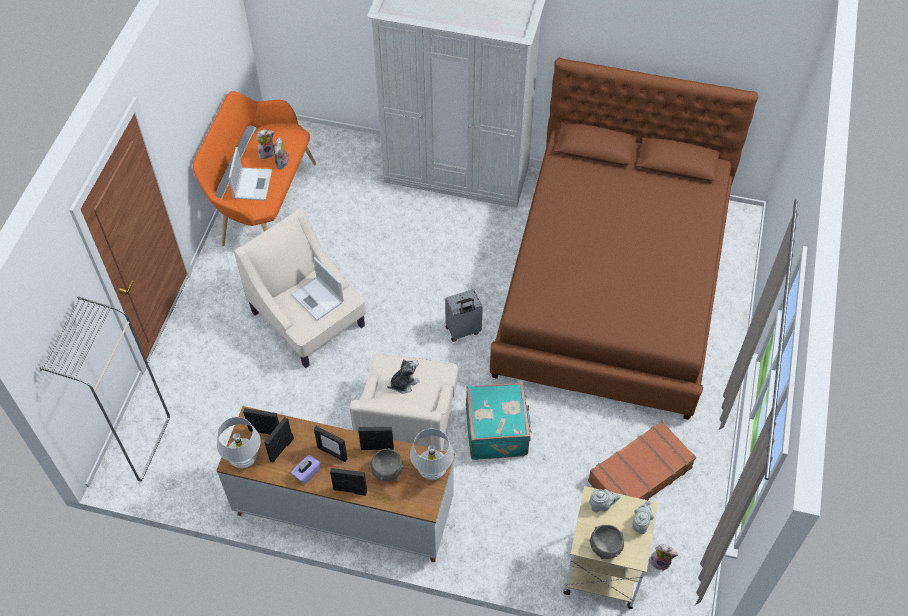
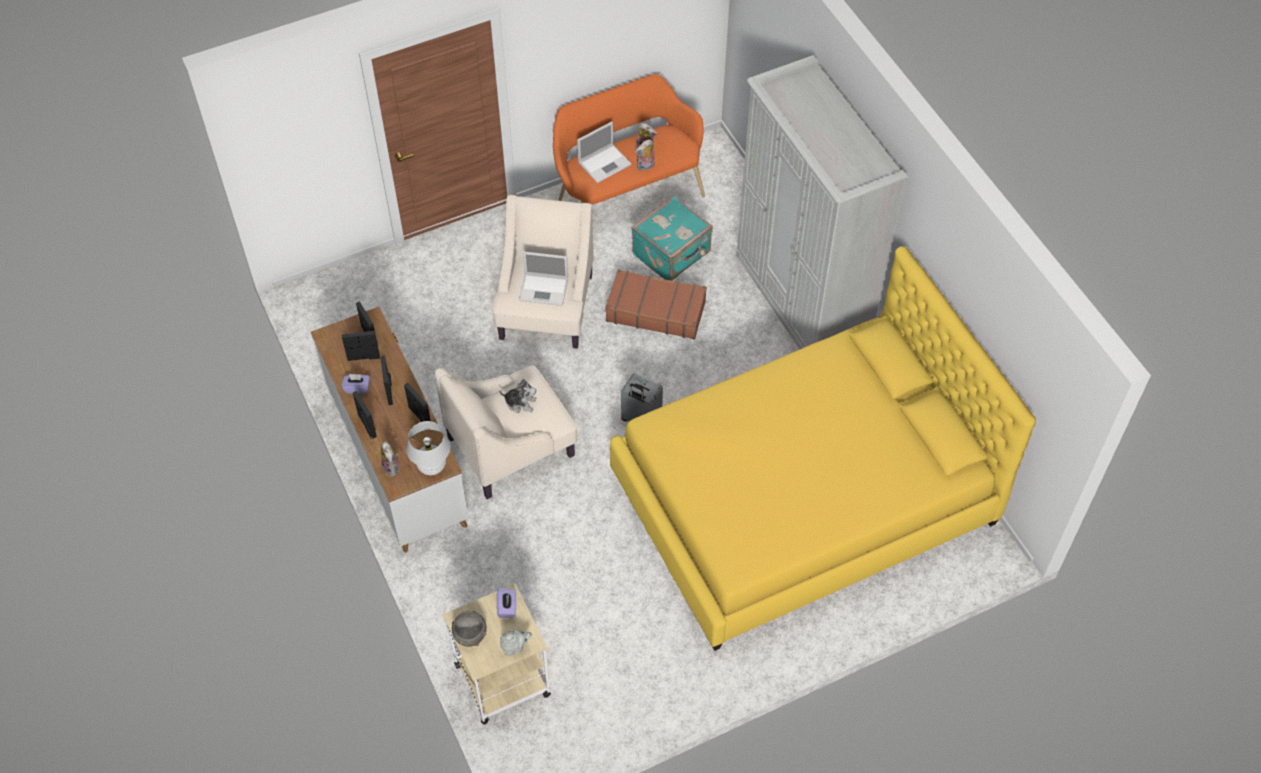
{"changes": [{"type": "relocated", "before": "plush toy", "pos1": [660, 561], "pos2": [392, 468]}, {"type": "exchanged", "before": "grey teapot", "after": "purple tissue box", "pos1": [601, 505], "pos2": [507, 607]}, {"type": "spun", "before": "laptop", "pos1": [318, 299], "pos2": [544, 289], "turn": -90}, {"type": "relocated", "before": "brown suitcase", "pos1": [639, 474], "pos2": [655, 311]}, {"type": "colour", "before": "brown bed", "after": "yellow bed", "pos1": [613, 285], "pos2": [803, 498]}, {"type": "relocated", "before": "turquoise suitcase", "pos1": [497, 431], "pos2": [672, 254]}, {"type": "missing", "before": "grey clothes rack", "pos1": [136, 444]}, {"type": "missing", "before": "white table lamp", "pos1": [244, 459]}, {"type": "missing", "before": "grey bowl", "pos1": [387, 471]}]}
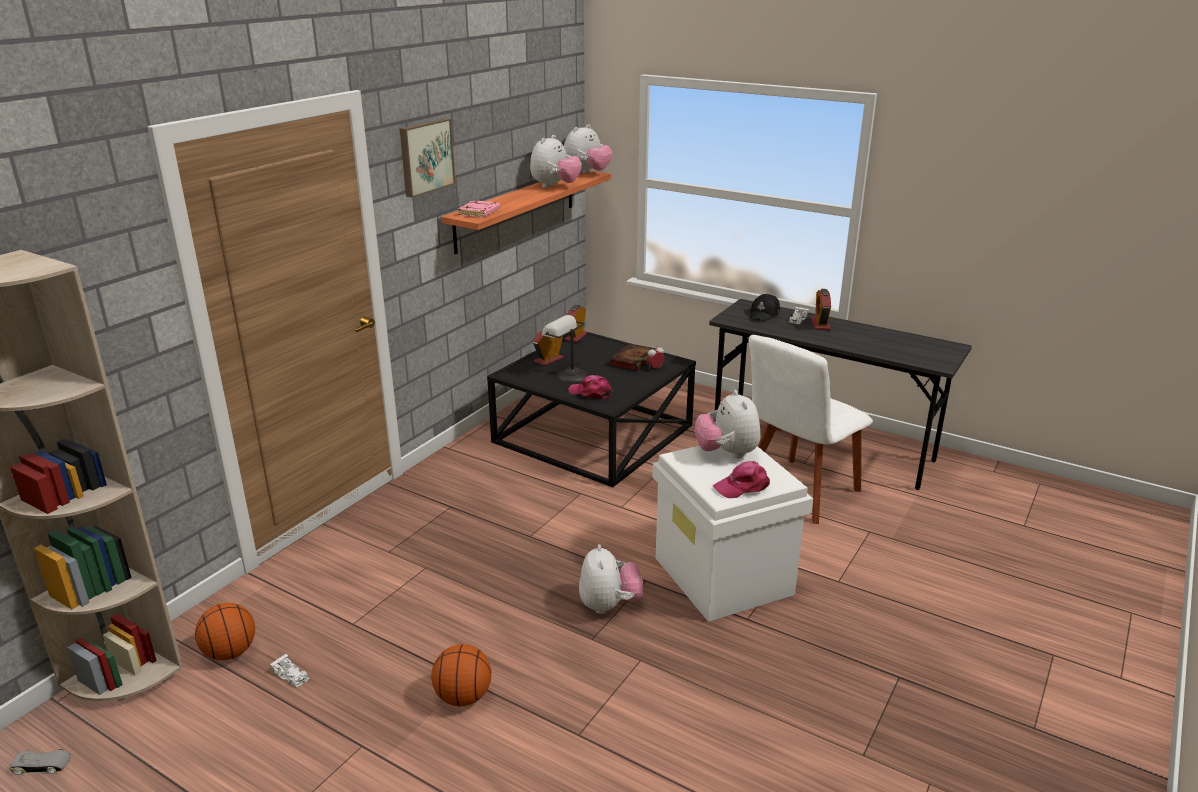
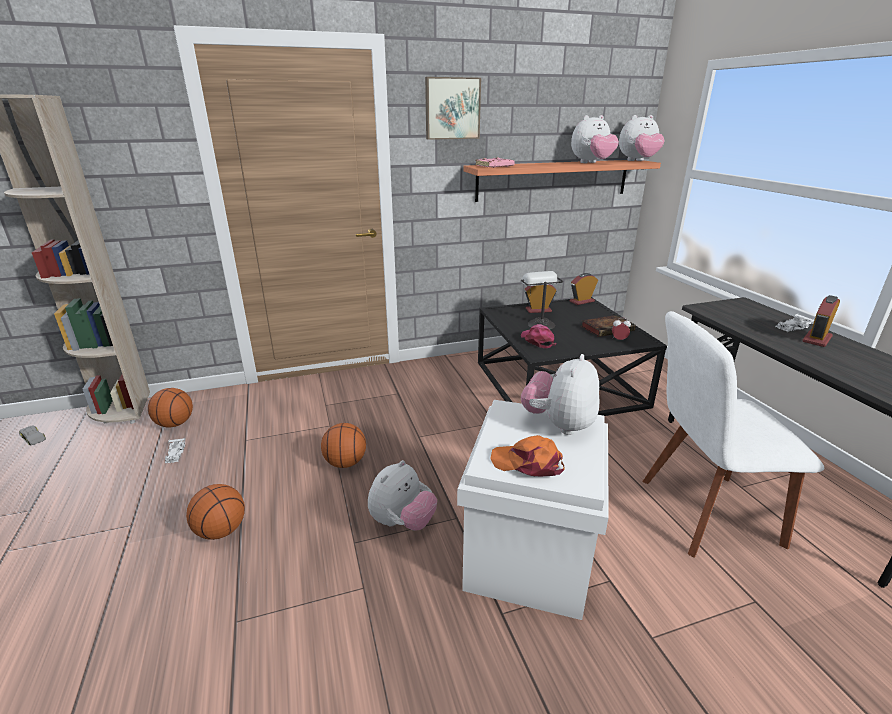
{"changes": [{"type": "appeared", "after": "basketball", "pos2": [345, 463]}, {"type": "colour", "before": "pink cap", "after": "orange cap", "pos1": [743, 486], "pos2": [528, 463]}, {"type": "missing", "before": "black cap", "pos1": [764, 314]}]}
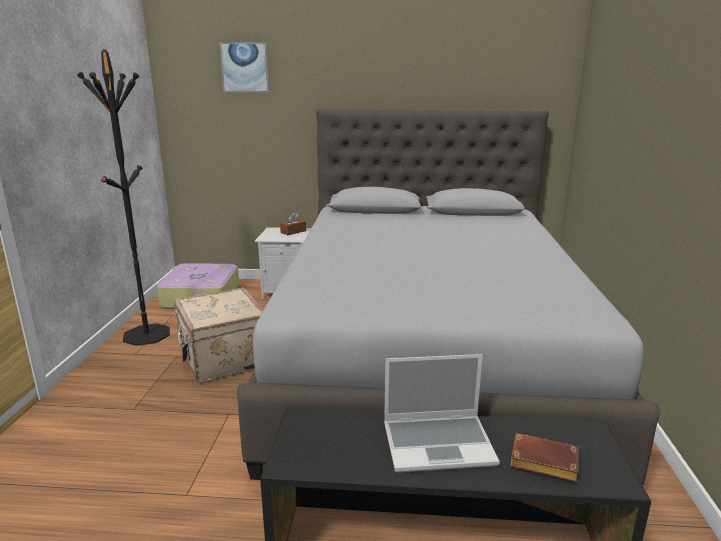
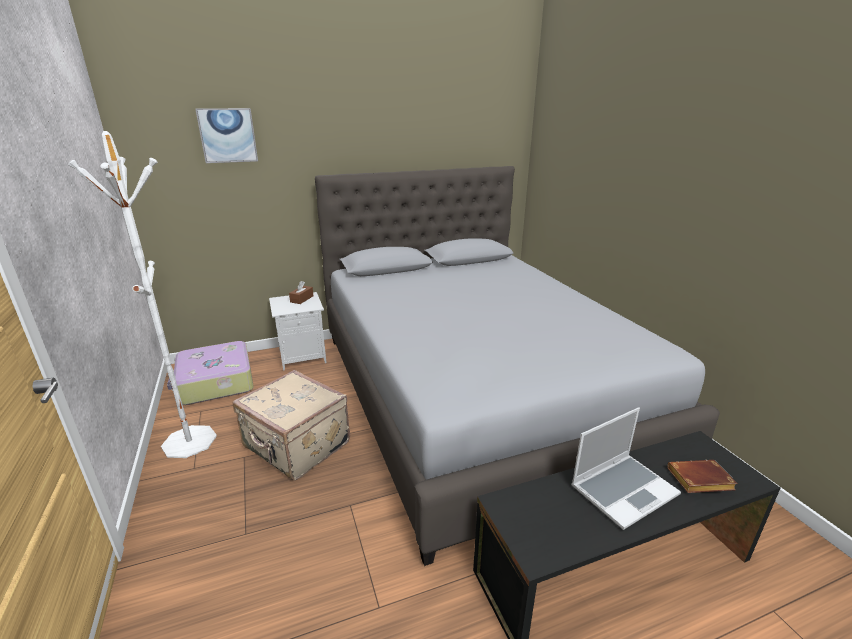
{"changes": [{"type": "colour", "before": "black clothes rack", "after": "white clothes rack", "pos1": [146, 334], "pos2": [189, 441]}]}
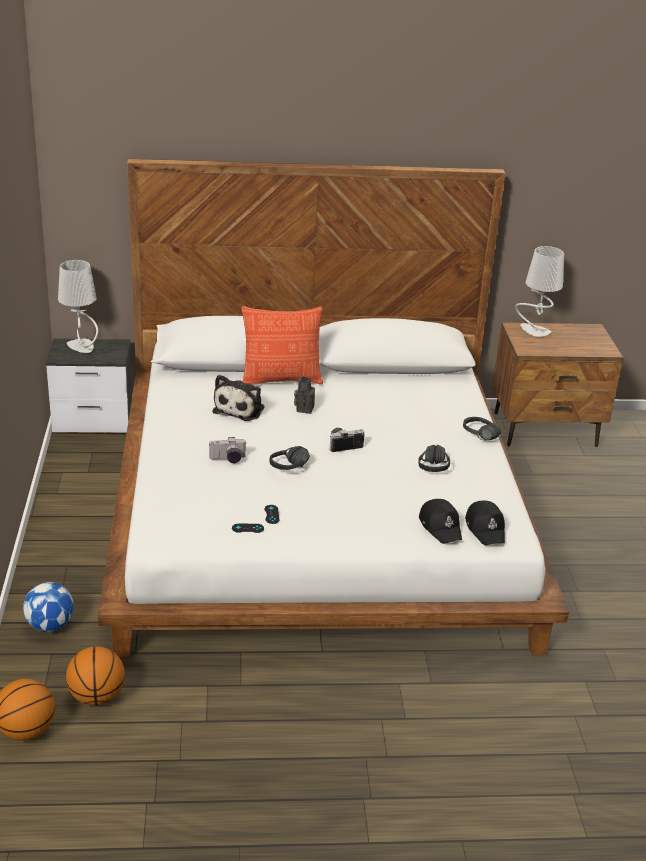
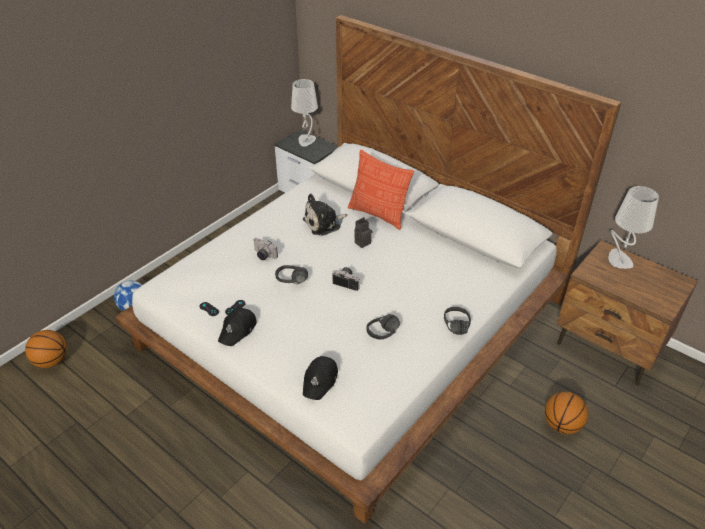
{"changes": [{"type": "relocated", "before": "black cap", "pos1": [485, 528], "pos2": [238, 330]}, {"type": "relocated", "before": "basketball", "pos1": [97, 696], "pos2": [562, 425]}]}
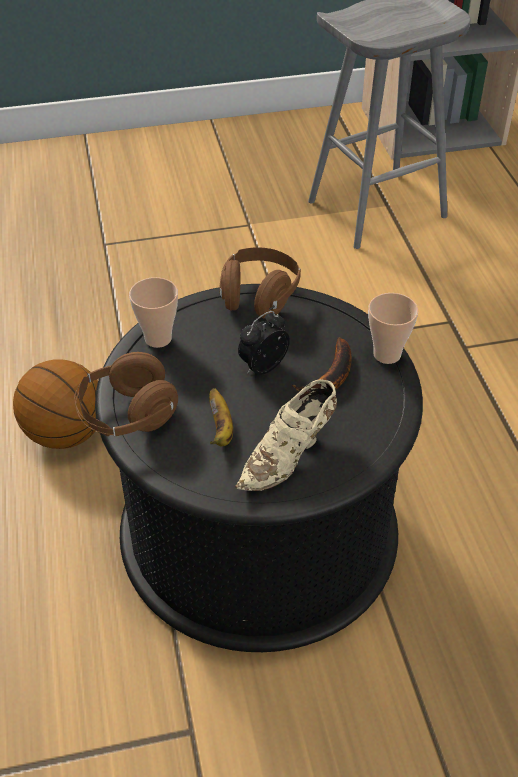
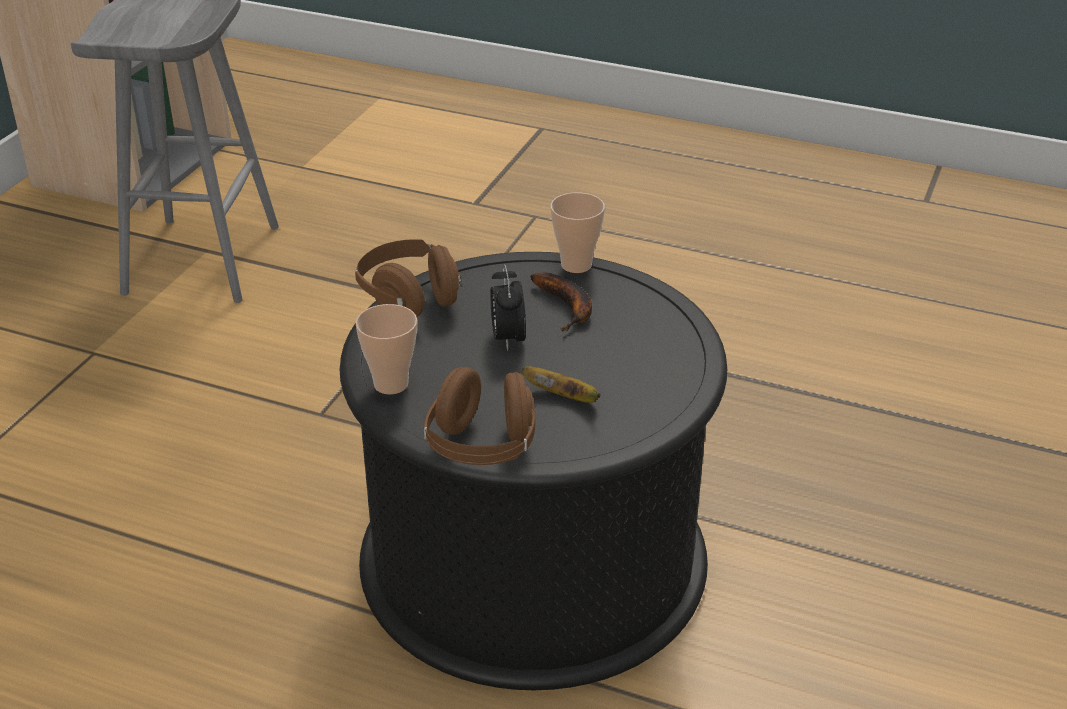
{"changes": [{"type": "missing", "before": "basketball", "pos1": [65, 433]}, {"type": "missing", "before": "beige shoe", "pos1": [290, 455]}]}
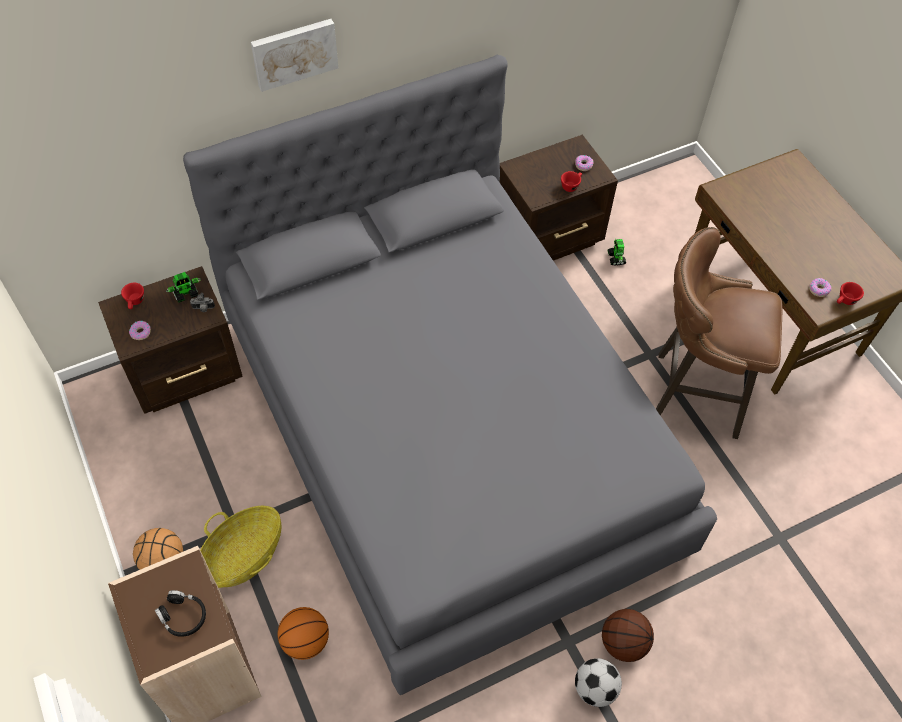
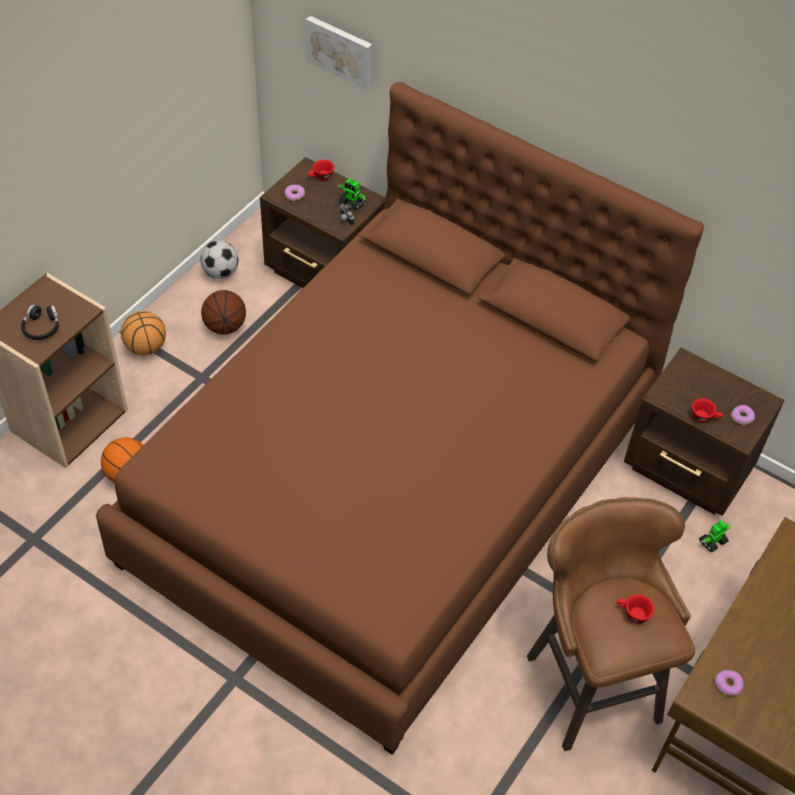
{"changes": [{"type": "colour", "before": "grey bed", "after": "brown bed", "pos1": [448, 432], "pos2": [394, 485]}, {"type": "relocated", "before": "football", "pos1": [595, 689], "pos2": [220, 273]}, {"type": "relocated", "before": "basketball", "pos1": [622, 643], "pos2": [225, 326]}, {"type": "relocated", "before": "picture", "pos1": [294, 52], "pos2": [341, 51]}, {"type": "relocated", "before": "red cup", "pos1": [845, 301], "pos2": [632, 614]}, {"type": "missing", "before": "basket", "pos1": [243, 556]}]}
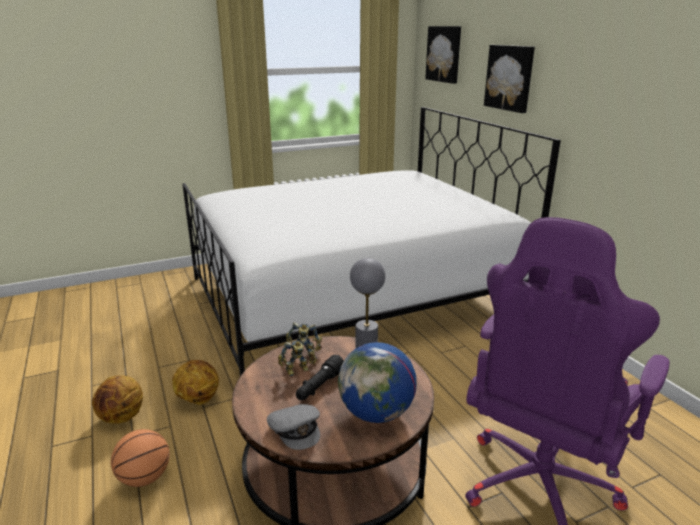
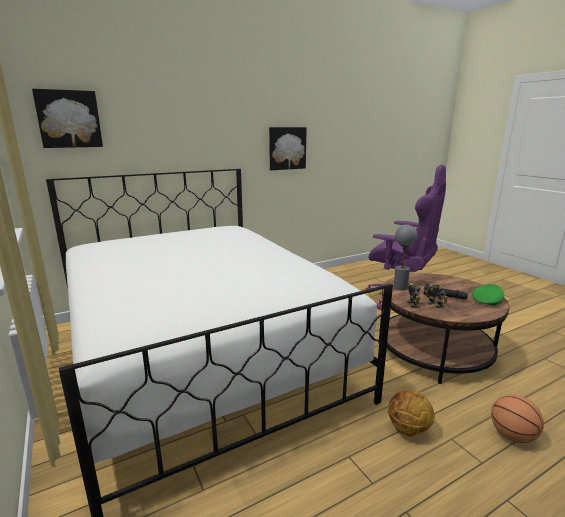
{"changes": [{"type": "relocated", "before": "picture", "pos1": [510, 78], "pos2": [287, 148]}, {"type": "colour", "before": "grey cap", "after": "green cap", "pos1": [295, 429], "pos2": [487, 301]}, {"type": "missing", "before": "basketball", "pos1": [122, 417]}, {"type": "missing", "before": "globe", "pos1": [376, 413]}]}
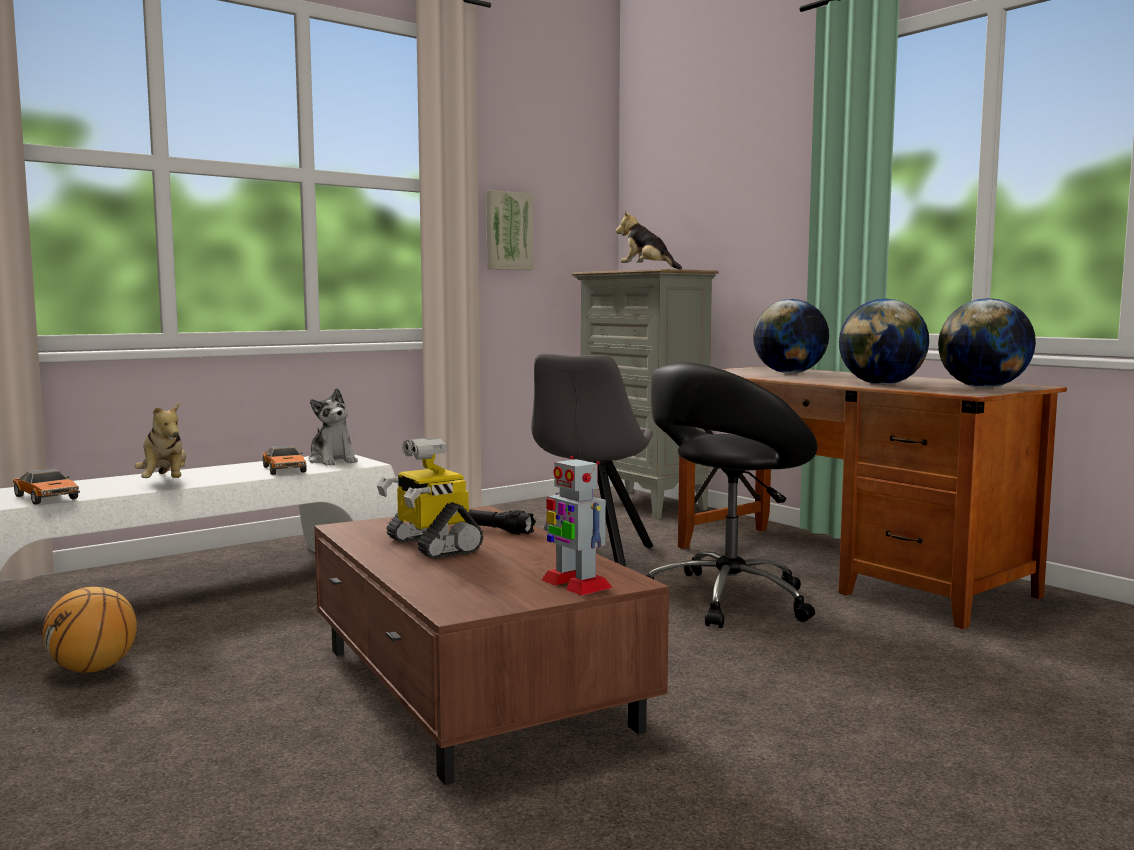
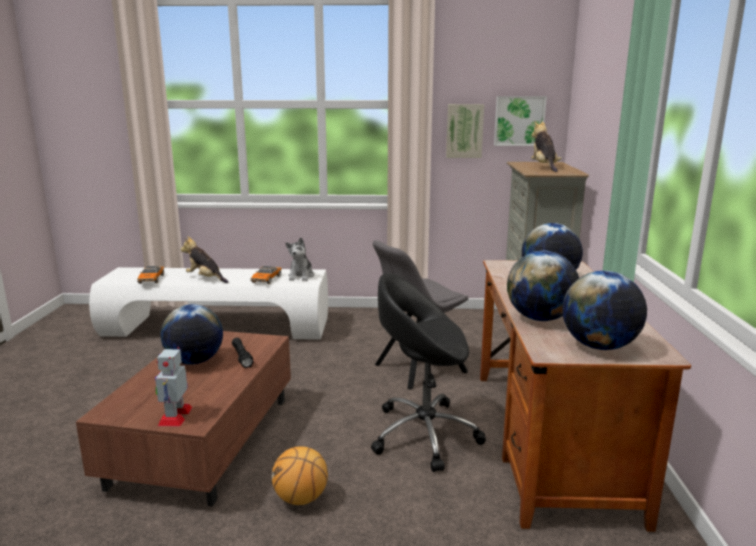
{"changes": [{"type": "exchanged", "before": "toy robot", "after": "globe", "pos1": [431, 545], "pos2": [194, 361]}, {"type": "spun", "before": "plush toy", "pos1": [165, 483], "pos2": [205, 278], "turn": 105}, {"type": "relocated", "before": "basketball", "pos1": [93, 669], "pos2": [301, 498]}, {"type": "appeared", "after": "picture", "pos2": [519, 121]}]}
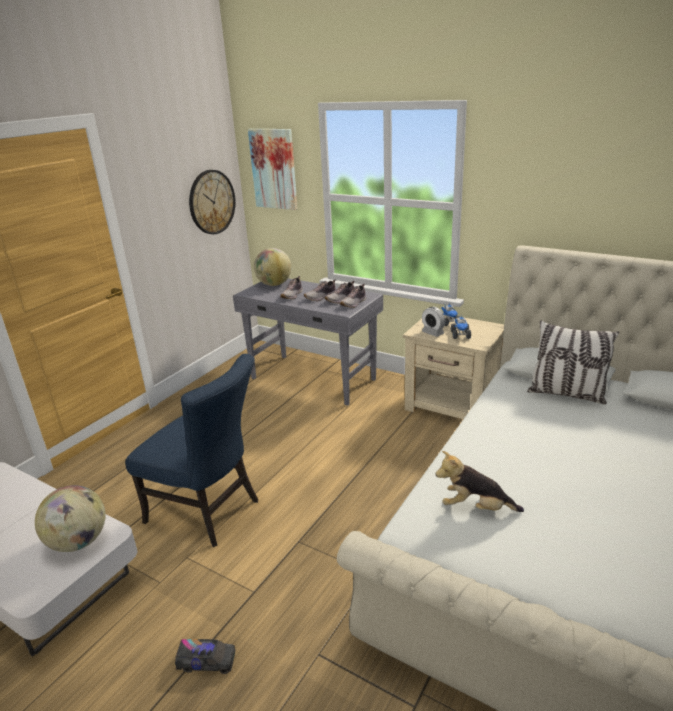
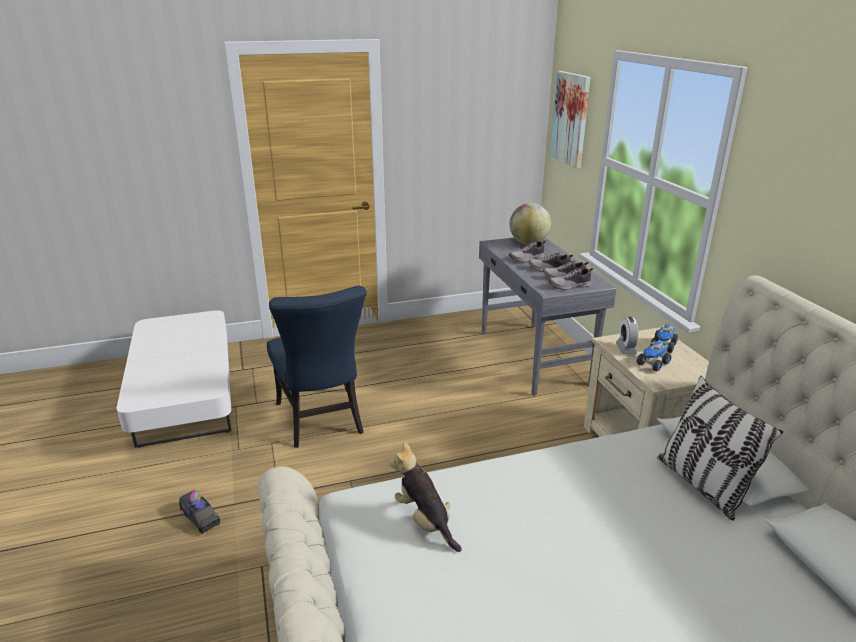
{"changes": [{"type": "missing", "before": "globe", "pos1": [79, 541]}, {"type": "missing", "before": "wall clock", "pos1": [212, 202]}]}
